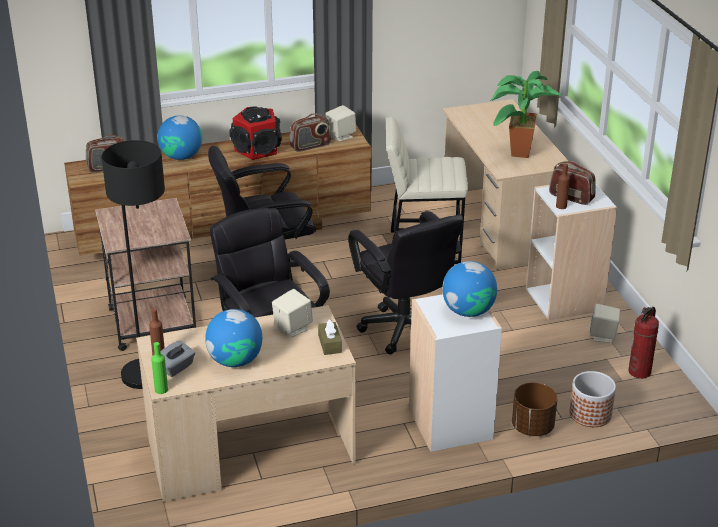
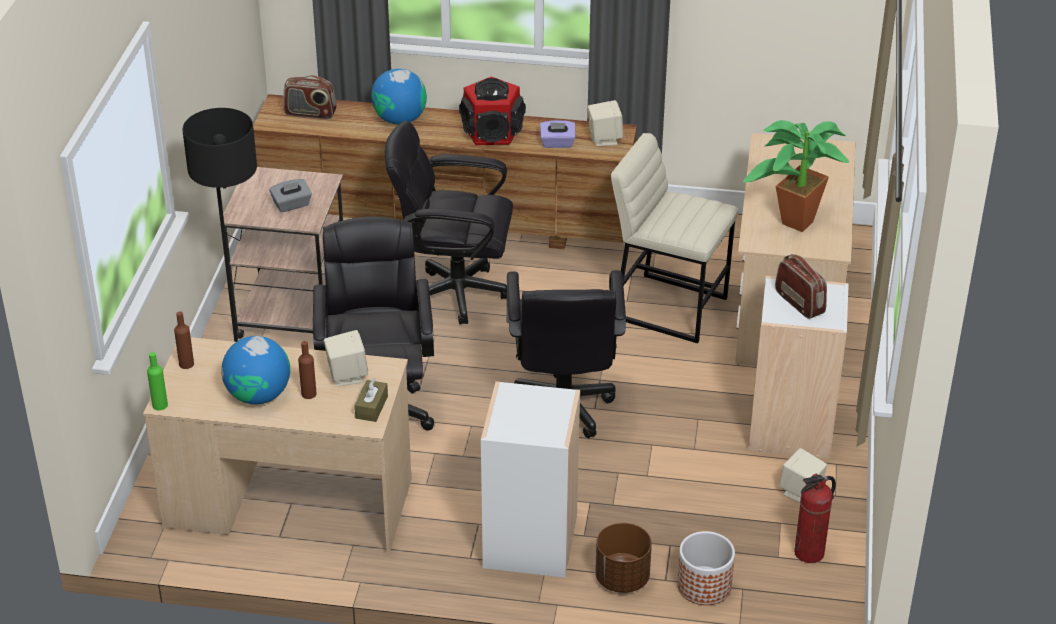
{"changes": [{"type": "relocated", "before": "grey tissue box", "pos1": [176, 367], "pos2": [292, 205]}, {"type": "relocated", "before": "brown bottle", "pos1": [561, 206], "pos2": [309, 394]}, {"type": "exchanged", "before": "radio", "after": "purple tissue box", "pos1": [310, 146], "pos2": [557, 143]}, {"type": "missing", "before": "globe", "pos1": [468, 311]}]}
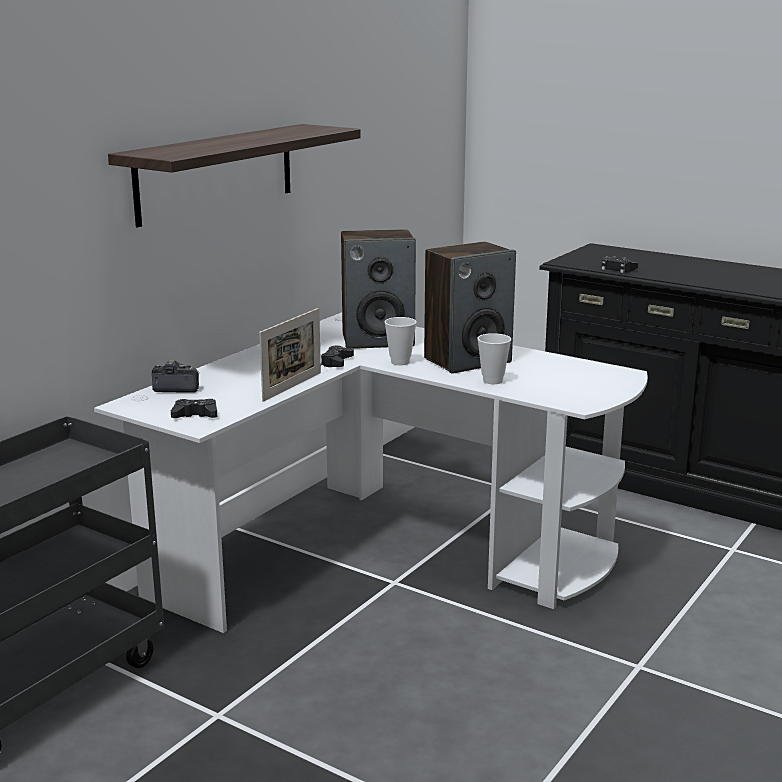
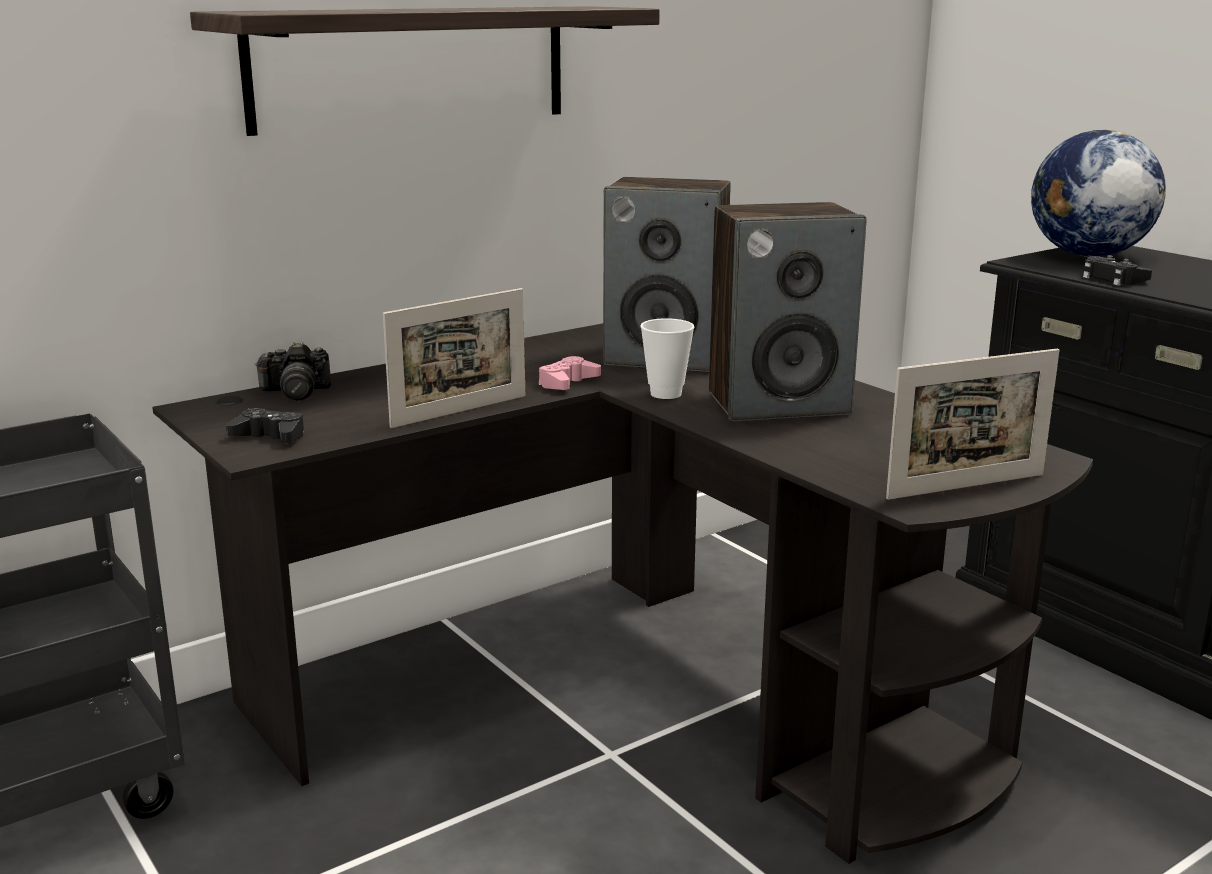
{"changes": [{"type": "colour", "before": "white desk", "after": "black desk", "pos1": [379, 549], "pos2": [624, 691]}, {"type": "spun", "before": "photo camera", "pos1": [176, 387], "pos2": [296, 392], "turn": 150}, {"type": "colour", "before": "black game controller", "after": "pink game controller", "pos1": [336, 362], "pos2": [567, 382]}, {"type": "appeared", "after": "picture frame", "pos2": [966, 486]}, {"type": "appeared", "after": "globe", "pos2": [1087, 255]}, {"type": "missing", "before": "cup", "pos1": [492, 381]}]}
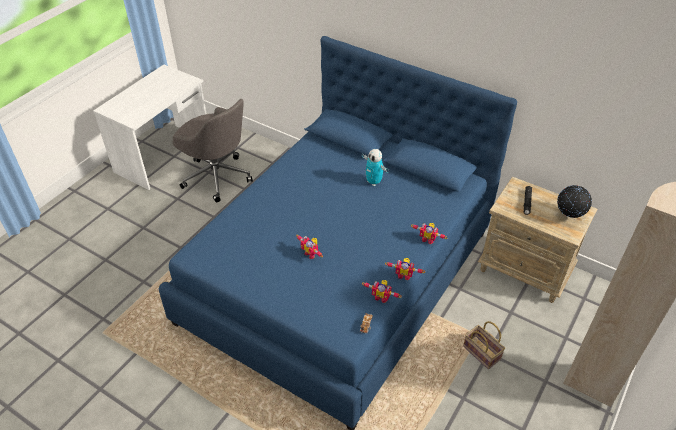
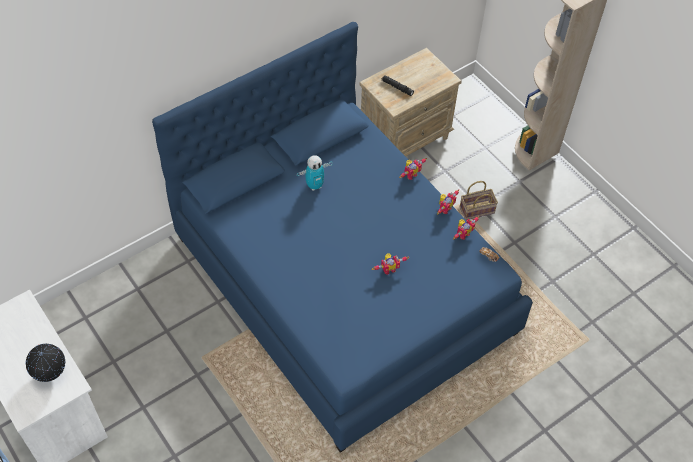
{"changes": [{"type": "relocated", "before": "globe", "pos1": [569, 216], "pos2": [51, 373]}, {"type": "missing", "before": "grey office chair", "pos1": [218, 177]}]}
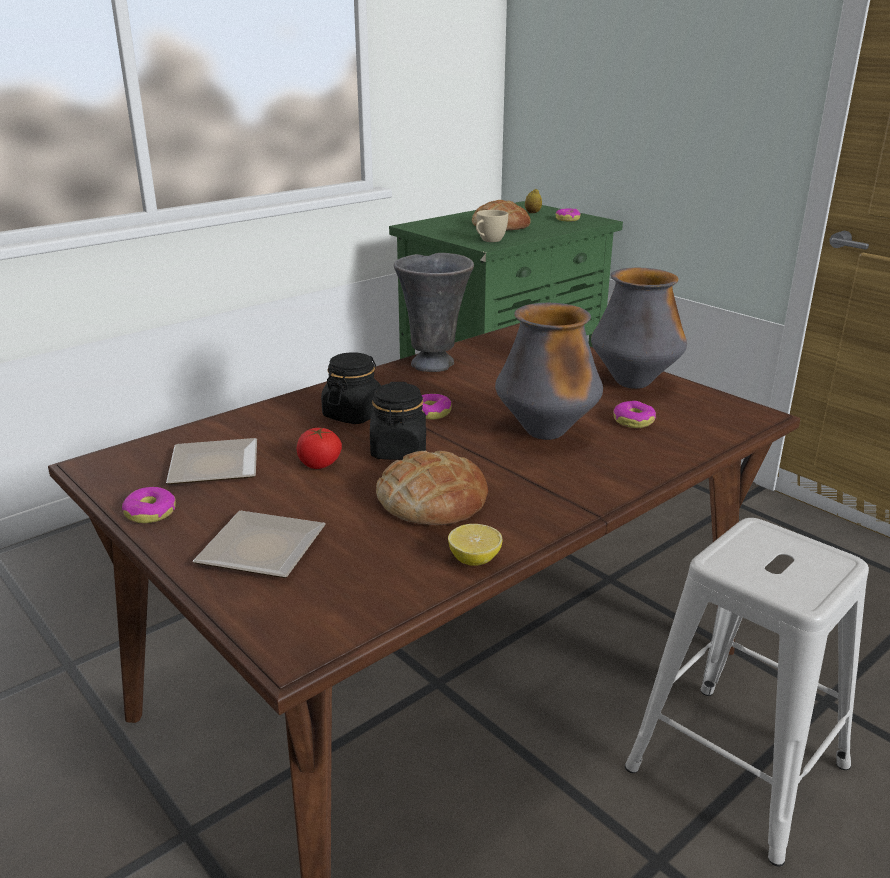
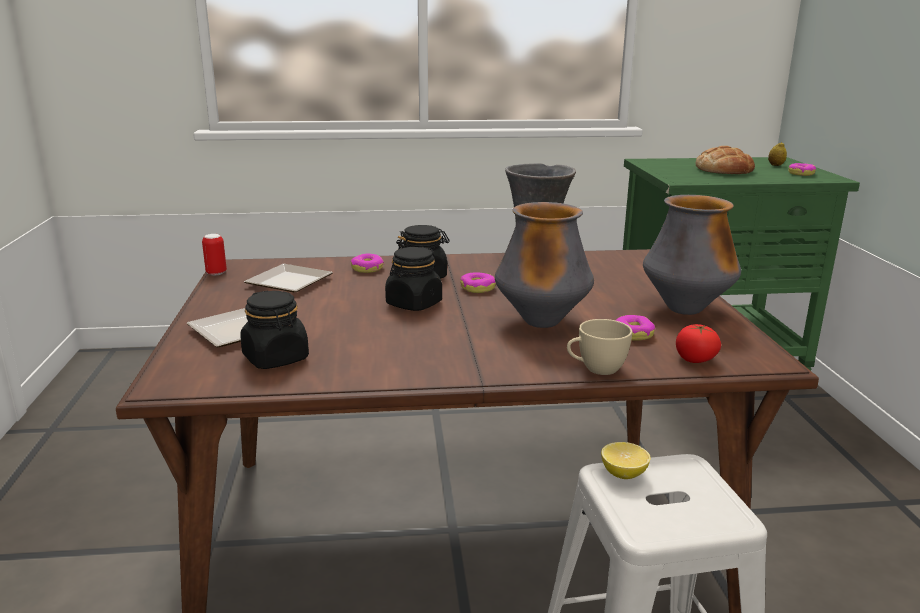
{"changes": [{"type": "appeared", "after": "can", "pos2": [216, 273]}, {"type": "appeared", "after": "black jar", "pos2": [276, 358]}, {"type": "relocated", "before": "donut", "pos1": [150, 513], "pos2": [367, 269]}, {"type": "relocated", "before": "beige cup", "pos1": [489, 241], "pos2": [596, 369]}, {"type": "relocated", "before": "lemon", "pos1": [474, 559], "pos2": [623, 474]}, {"type": "relocated", "before": "tomato", "pos1": [319, 464], "pos2": [695, 359]}, {"type": "missing", "before": "bread", "pos1": [432, 499]}]}
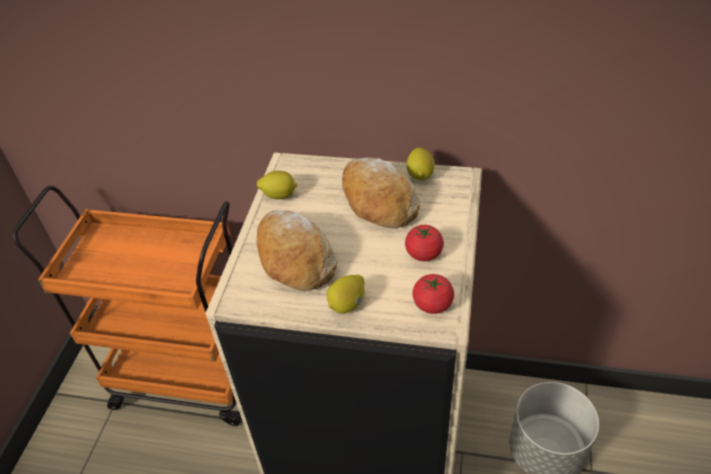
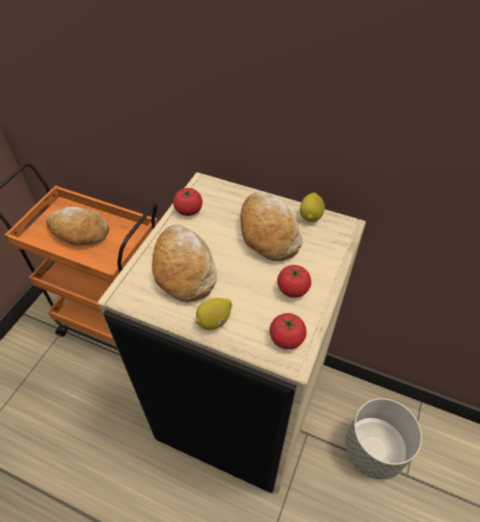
{"changes": [{"type": "appeared", "after": "bread", "pos2": [79, 232]}, {"type": "exchanged", "before": "lemon", "after": "tomato", "pos1": [279, 195], "pos2": [188, 210]}]}
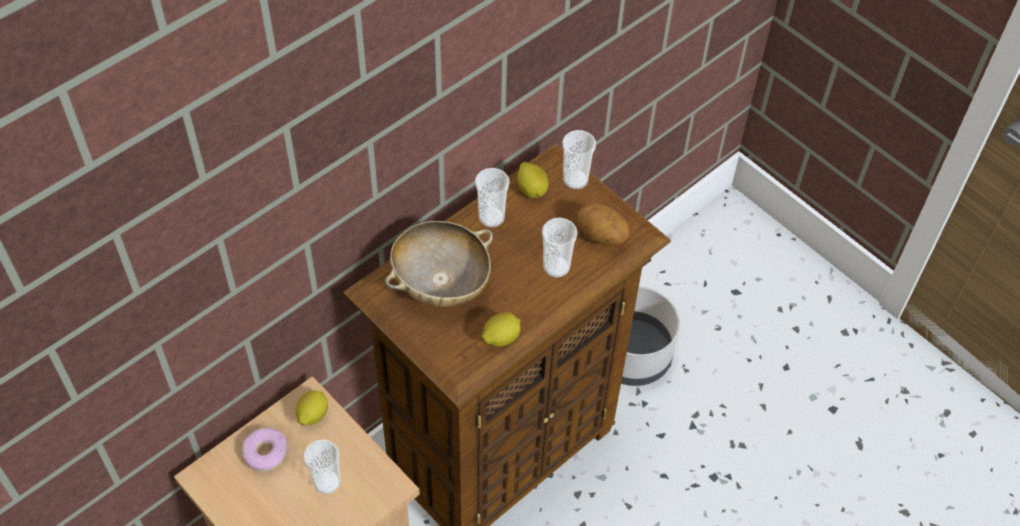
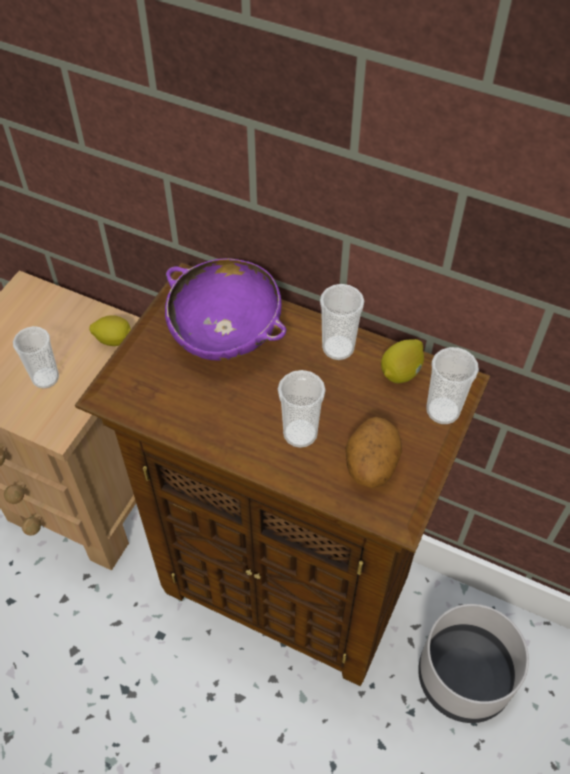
{"changes": [{"type": "colour", "before": "beige bowl", "after": "purple bowl", "pos1": [440, 282], "pos2": [226, 333]}, {"type": "missing", "before": "donut", "pos1": [265, 453]}, {"type": "missing", "before": "lemon", "pos1": [500, 338]}]}
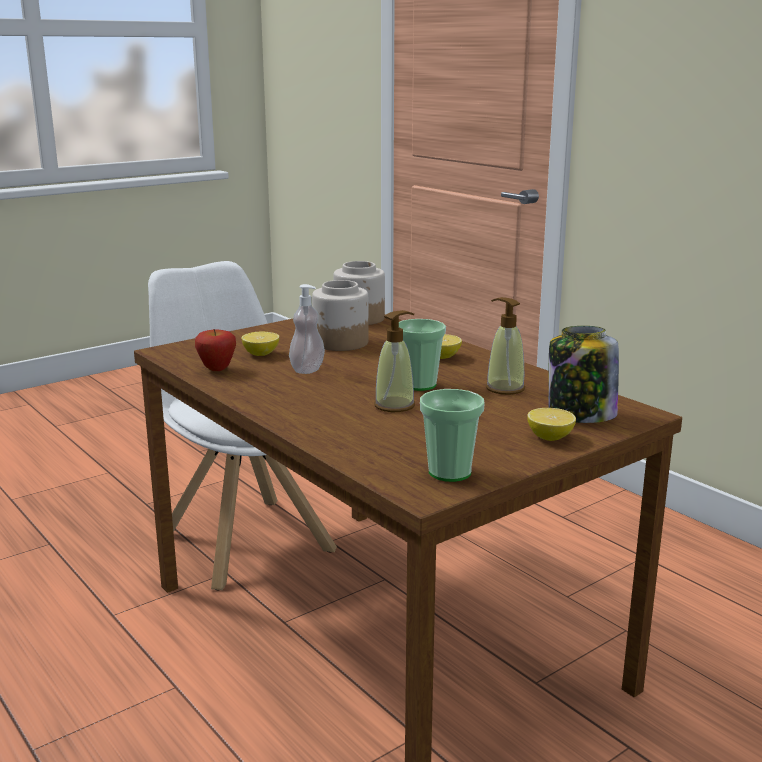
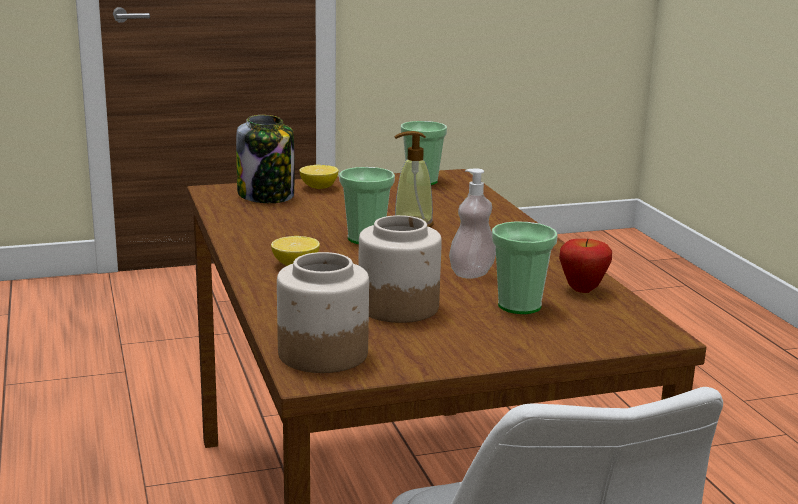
{"changes": [{"type": "exchanged", "before": "lemon", "after": "cup", "pos1": [261, 354], "pos2": [519, 305]}, {"type": "missing", "before": "soap dispenser", "pos1": [504, 388]}]}
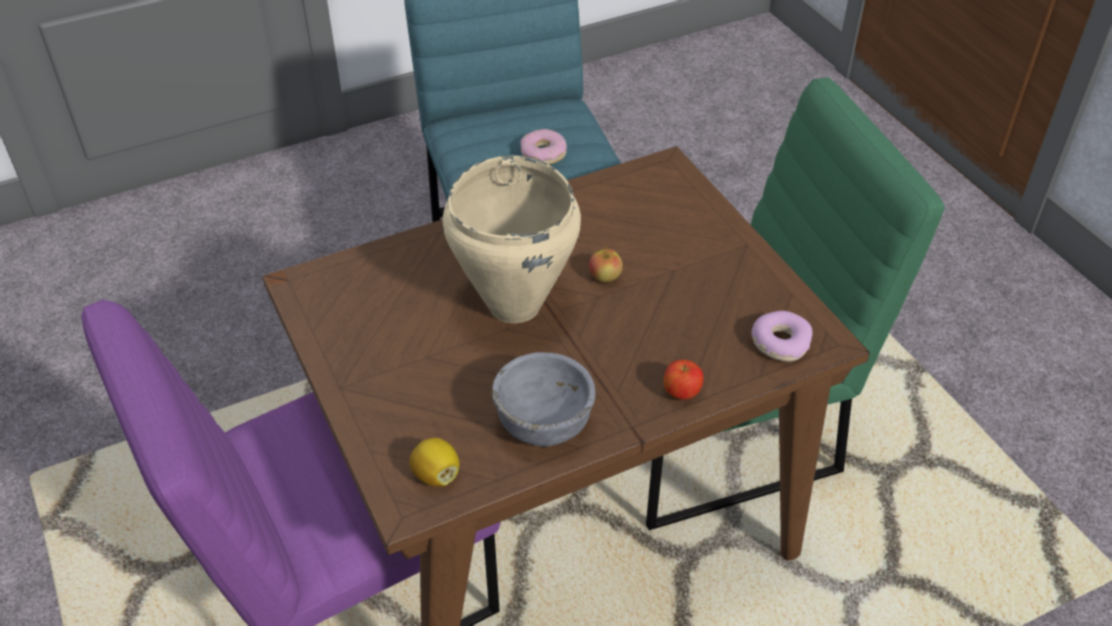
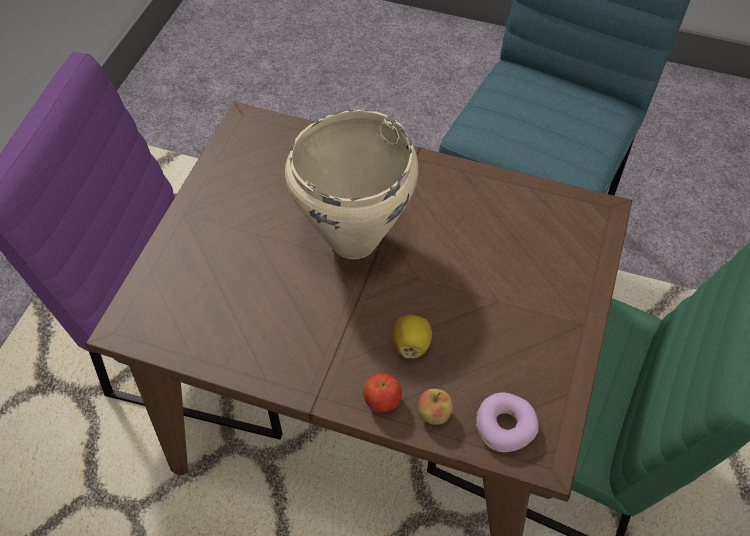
{"changes": [{"type": "relocated", "before": "lemon", "pos1": [436, 475], "pos2": [411, 345]}, {"type": "relocated", "before": "apple", "pos1": [605, 277], "pos2": [433, 414]}, {"type": "missing", "before": "grey bowl", "pos1": [543, 424]}, {"type": "missing", "before": "donut", "pos1": [543, 153]}]}
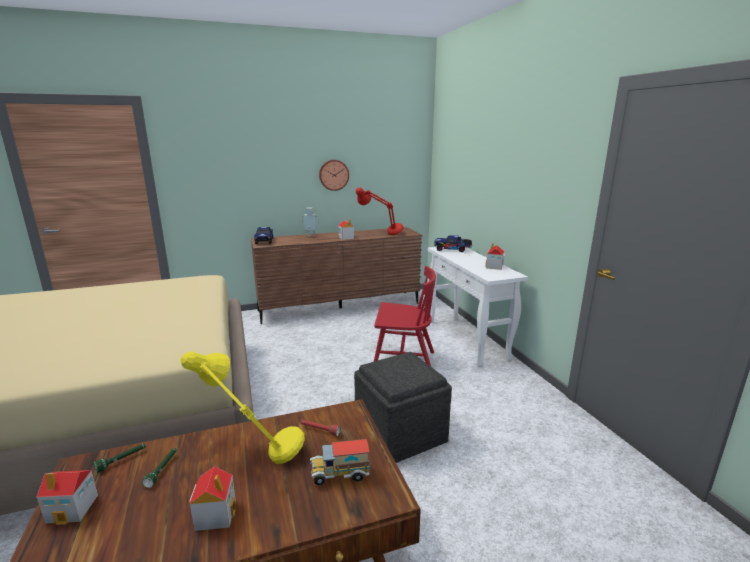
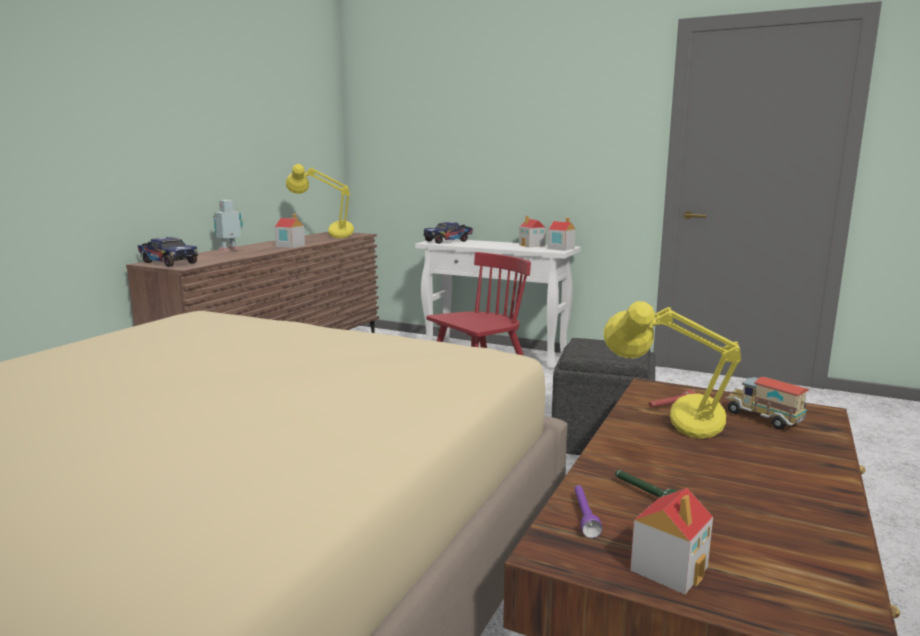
{"changes": [{"type": "colour", "before": "red table lamp", "after": "yellow table lamp", "pos1": [380, 235], "pos2": [326, 239]}, {"type": "relocated", "before": "toy house", "pos1": [215, 514], "pos2": [560, 248]}, {"type": "colour", "before": "green flashlight", "after": "purple flashlight", "pos1": [121, 460], "pos2": [584, 516]}, {"type": "spun", "before": "toy truck", "pos1": [340, 474], "pos2": [763, 419], "turn": 105}, {"type": "missing", "before": "wall clock", "pos1": [333, 175]}]}
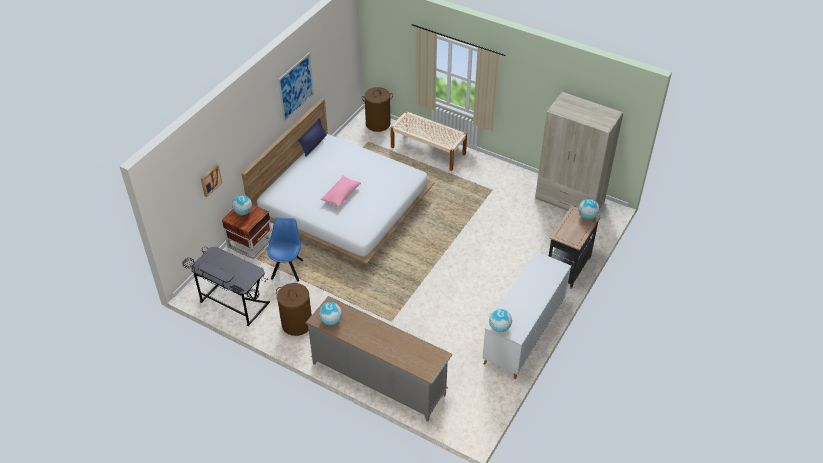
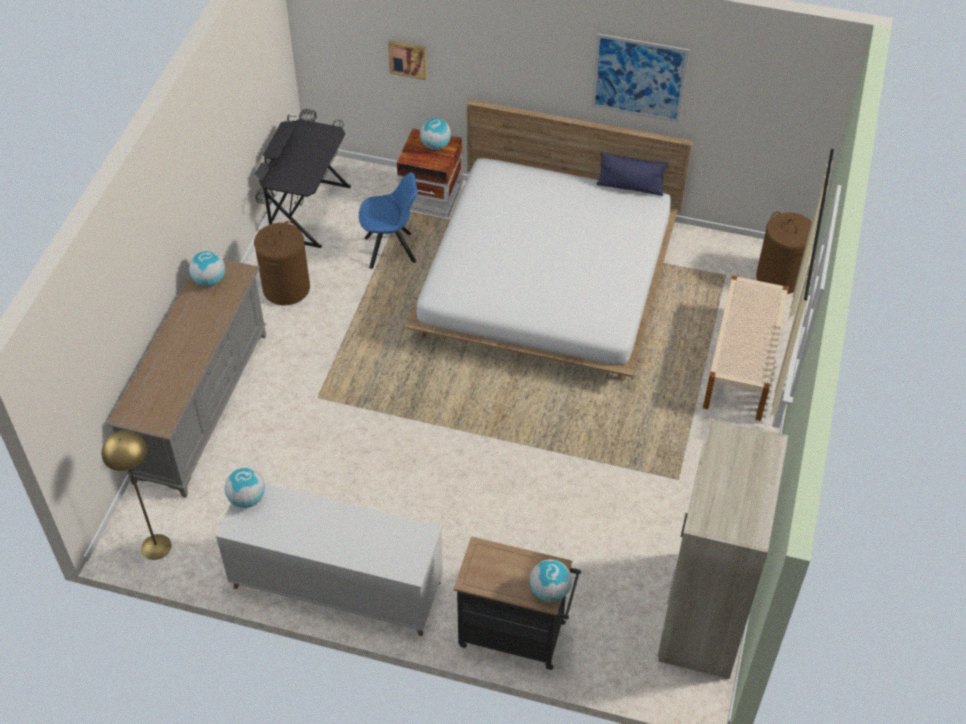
{"changes": [{"type": "appeared", "after": "yellow floor lamp", "pos2": [156, 547]}, {"type": "missing", "before": "pink pillow", "pos1": [341, 195]}]}
